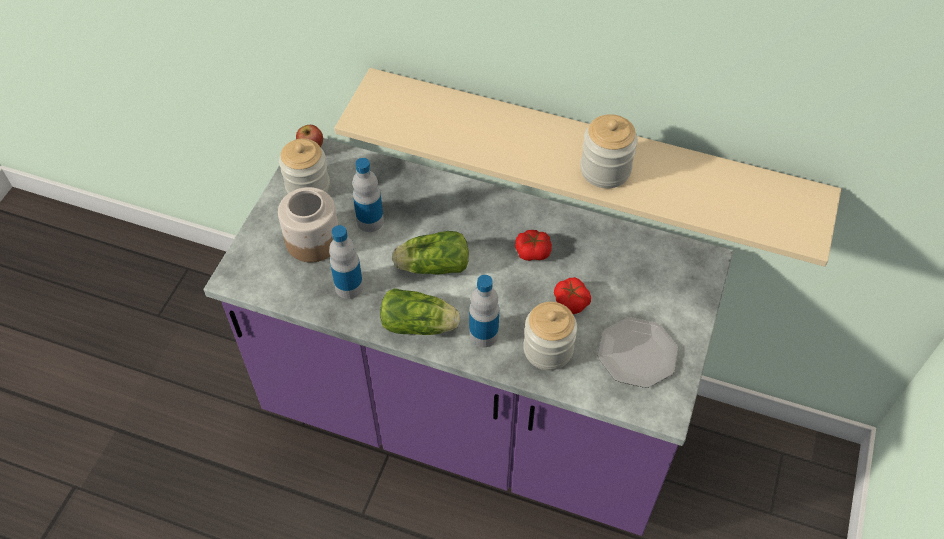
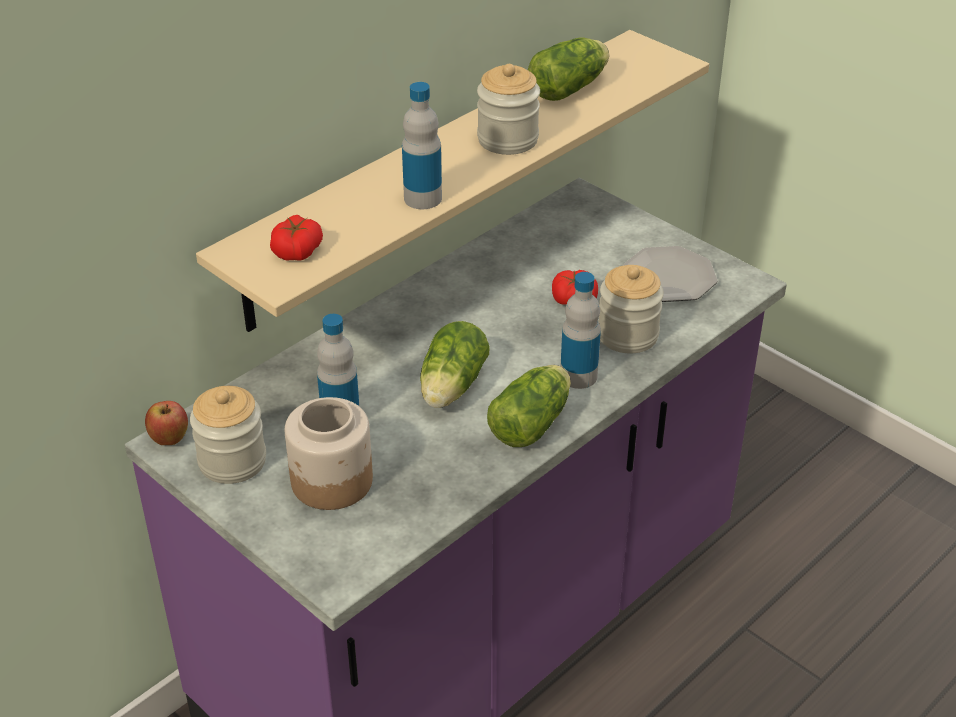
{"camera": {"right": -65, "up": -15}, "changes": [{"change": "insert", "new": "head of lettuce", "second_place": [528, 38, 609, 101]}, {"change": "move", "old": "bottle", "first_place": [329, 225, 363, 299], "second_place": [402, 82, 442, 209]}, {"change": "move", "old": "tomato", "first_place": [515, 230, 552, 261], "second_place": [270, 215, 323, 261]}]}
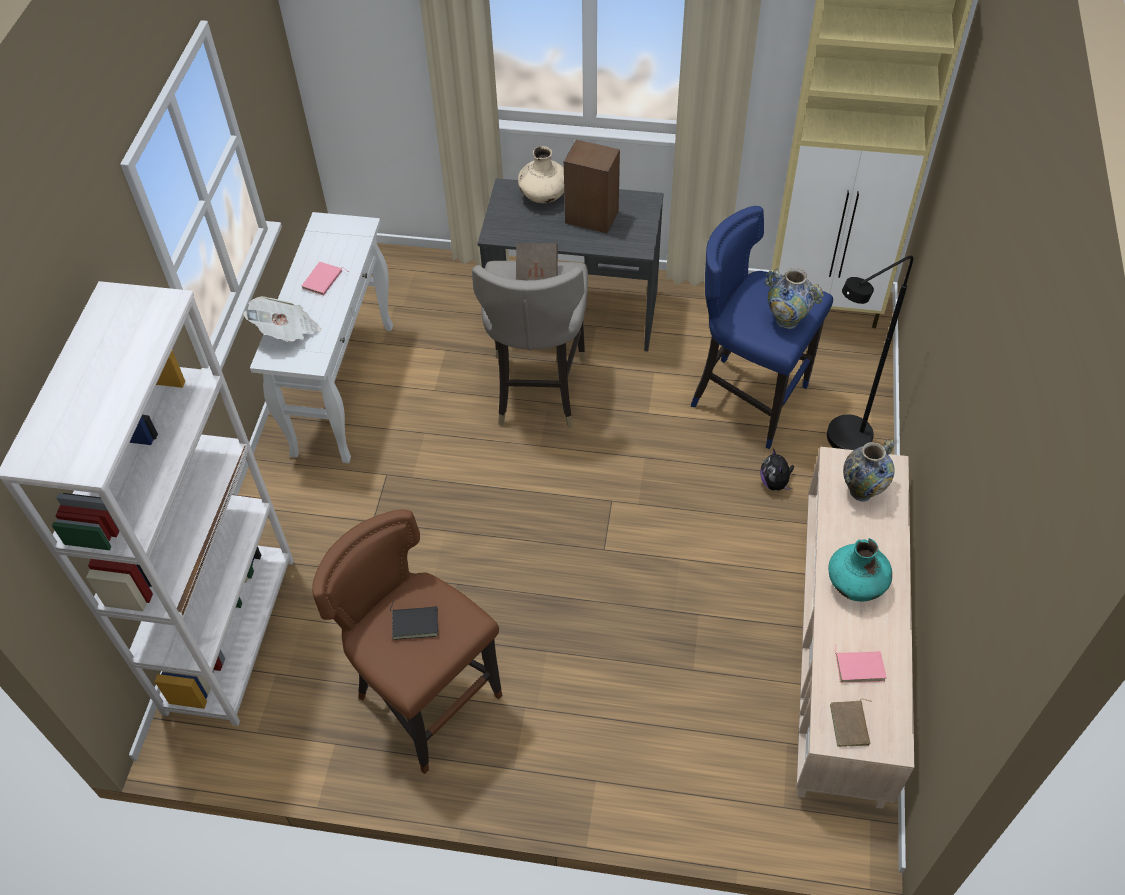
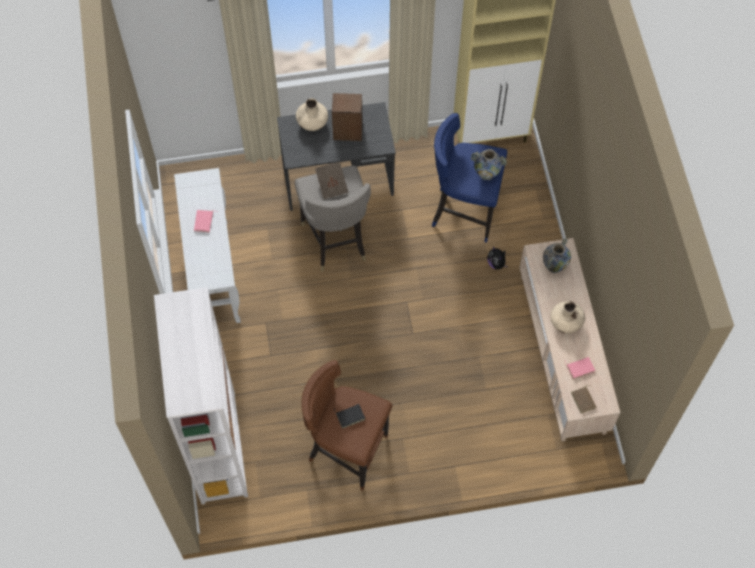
{"camera": {"right": -20, "up": 10}, "changes": [{"change": "delete", "old": "daily paper", "first_place": [243, 296, 322, 342]}, {"change": "delete", "old": "black-coloured floor lamp", "first_place": [827, 256, 913, 450]}, {"change": "recolor", "old": "turquoise vase", "new": "beige vase", "first_place": [828, 538, 892, 601], "second_place": [550, 301, 585, 334]}]}
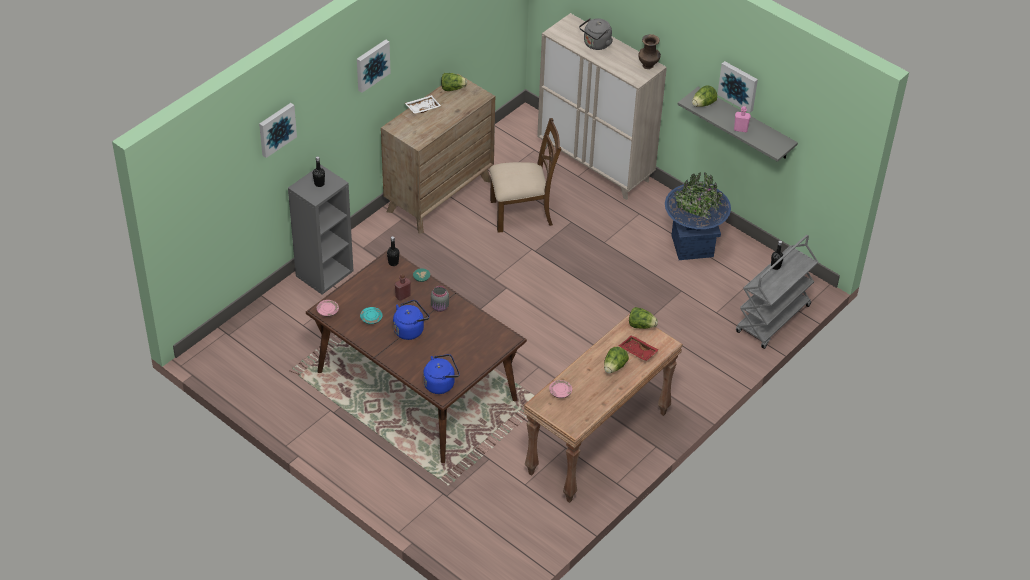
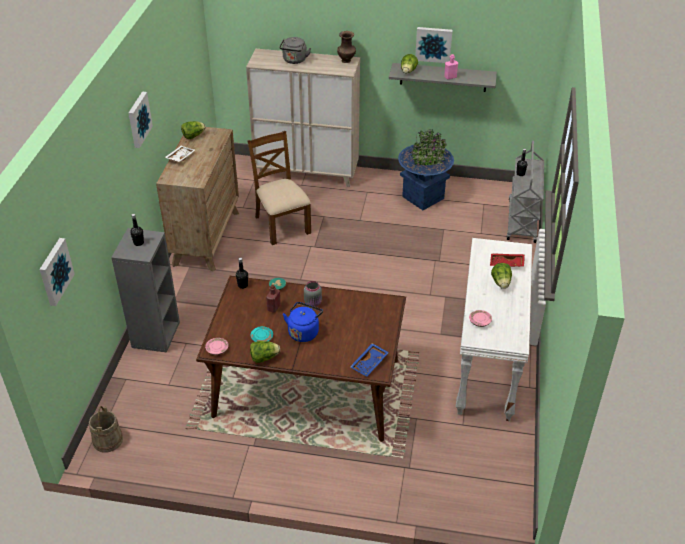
{"camera": {"right": -30, "up": -5}, "changes": [{"change": "insert", "new": "beige bucket", "second_place": [89, 406, 123, 452]}, {"change": "move", "old": "picture", "first_place": [259, 103, 297, 158], "second_place": [39, 238, 75, 306]}, {"change": "move", "old": "head of lettuce", "first_place": [629, 307, 658, 329], "second_place": [250, 341, 280, 363]}, {"change": "replace", "old": "blue-coloured water kettle", "new": "blue-coloured tray", "first_place": [423, 354, 460, 394], "second_place": [350, 343, 389, 377]}, {"change": "recolor", "old": "brown-coloured hall table", "new": "whitish hall table", "first_place": [523, 314, 683, 503], "second_place": [456, 238, 532, 421]}, {"change": "rotate", "old": "brown-coloured upright chair", "first_place": [489, 118, 561, 233], "second_place": [248, 131, 311, 245], "degrees": -75}]}
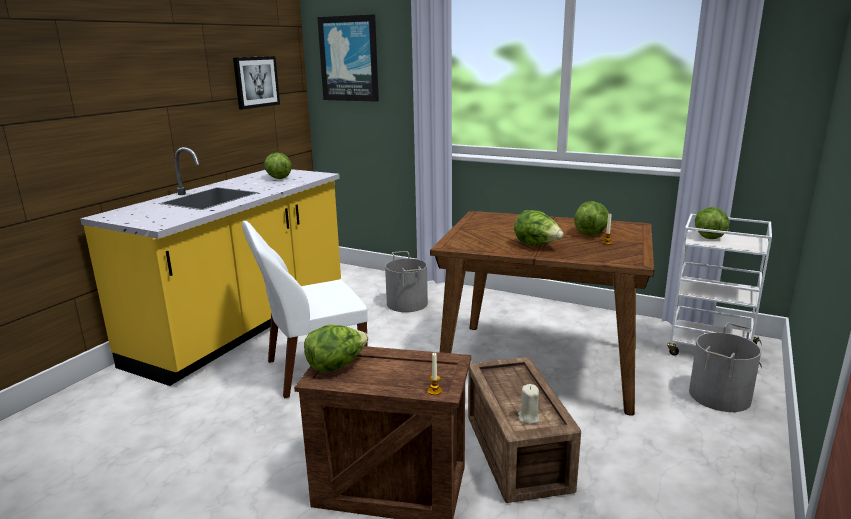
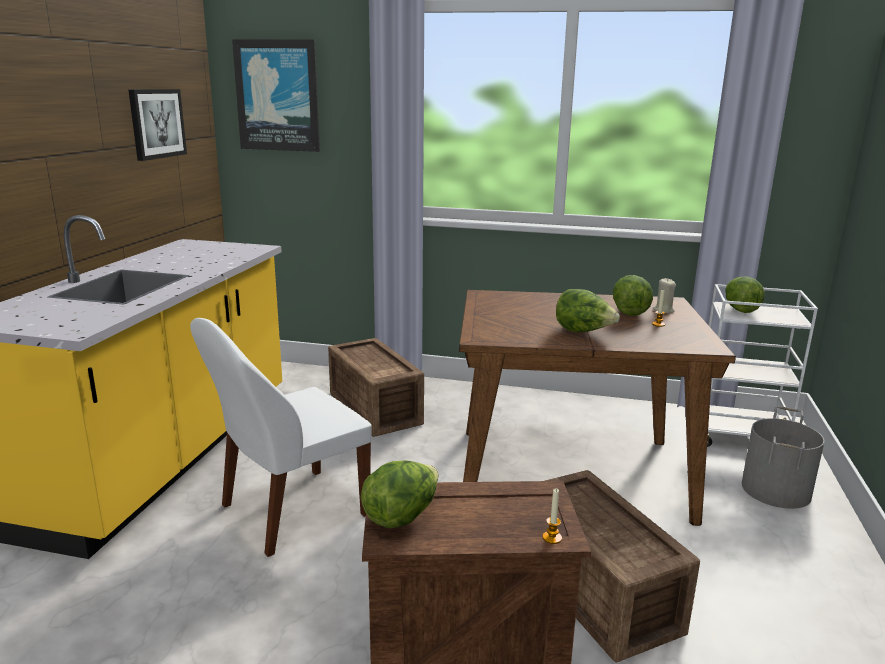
{"camera": {"right": -15, "up": 0}, "changes": [{"change": "delete", "old": "head of lettuce", "first_place": [264, 153, 292, 179]}, {"change": "move", "old": "beige candle", "first_place": [518, 384, 539, 425], "second_place": [652, 278, 676, 314]}, {"change": "replace", "old": "grey bucket", "new": "crate", "first_place": [385, 251, 428, 312], "second_place": [328, 338, 424, 437]}]}
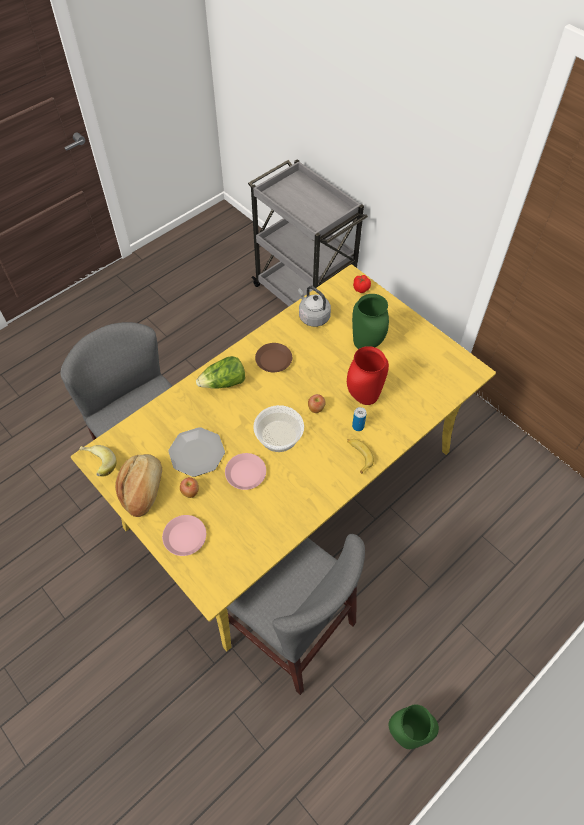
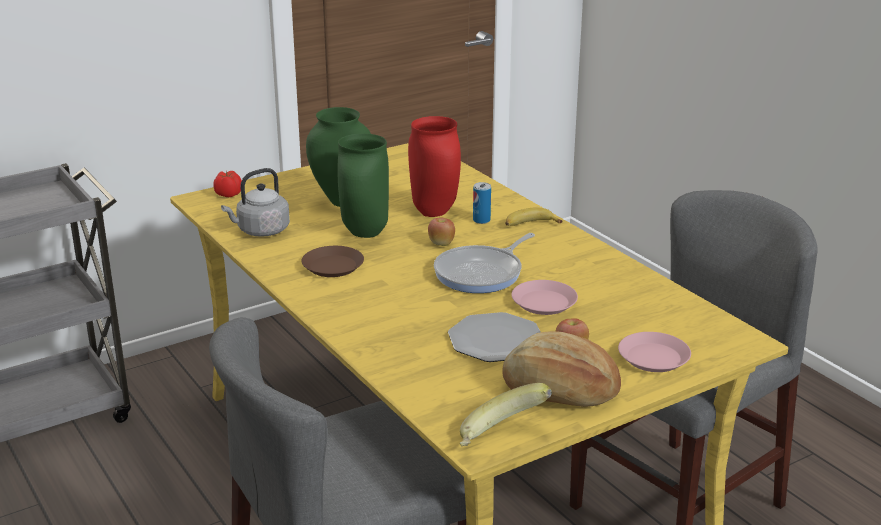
{"camera": {"right": -80, "up": -30}, "changes": [{"change": "delete", "old": "head of lettuce", "first_place": [196, 356, 245, 389]}, {"change": "move", "old": "green vase", "first_place": [389, 705, 439, 749], "second_place": [337, 134, 389, 238]}, {"change": "replace", "old": "bowl", "new": "pan", "first_place": [253, 405, 304, 452], "second_place": [434, 233, 535, 293]}]}
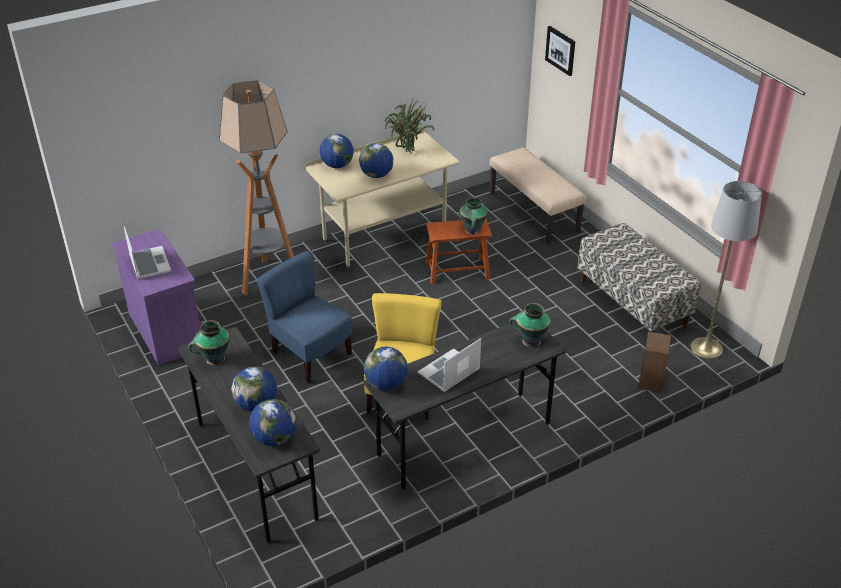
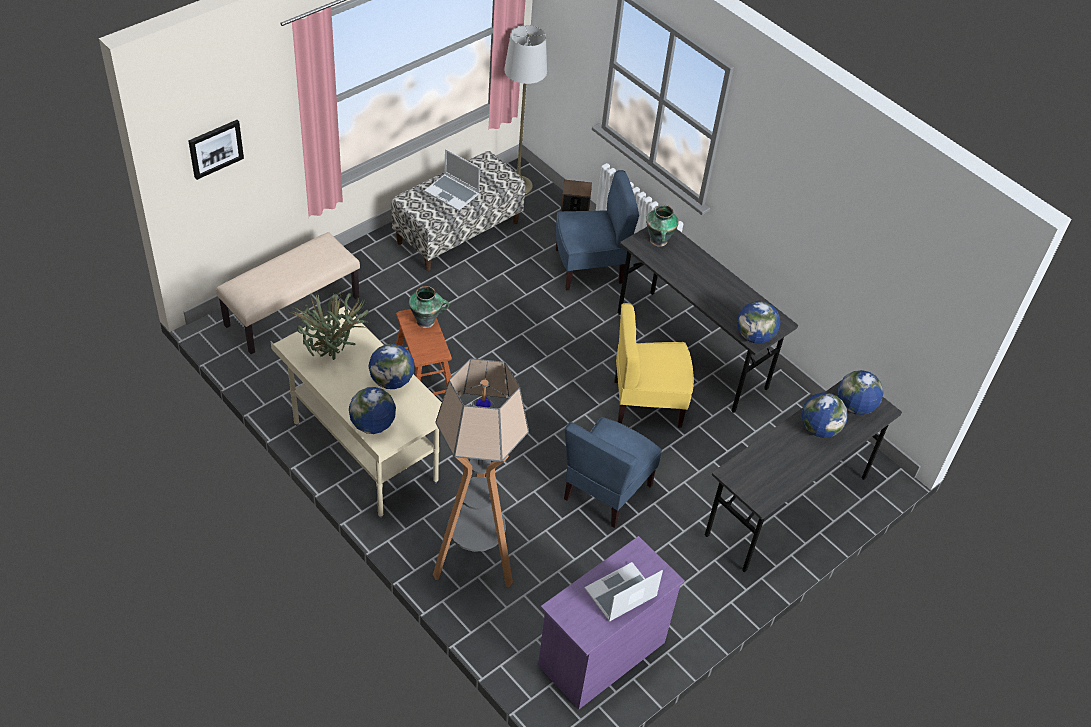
{"camera": {"right": -105, "up": 10}, "changes": [{"change": "delete", "old": "vase", "first_place": [188, 321, 229, 365]}, {"change": "insert", "new": "blue-coloured upright chair", "second_place": [556, 170, 639, 291]}, {"change": "move", "old": "notebook computer", "first_place": [418, 338, 481, 392], "second_place": [424, 149, 480, 211]}]}
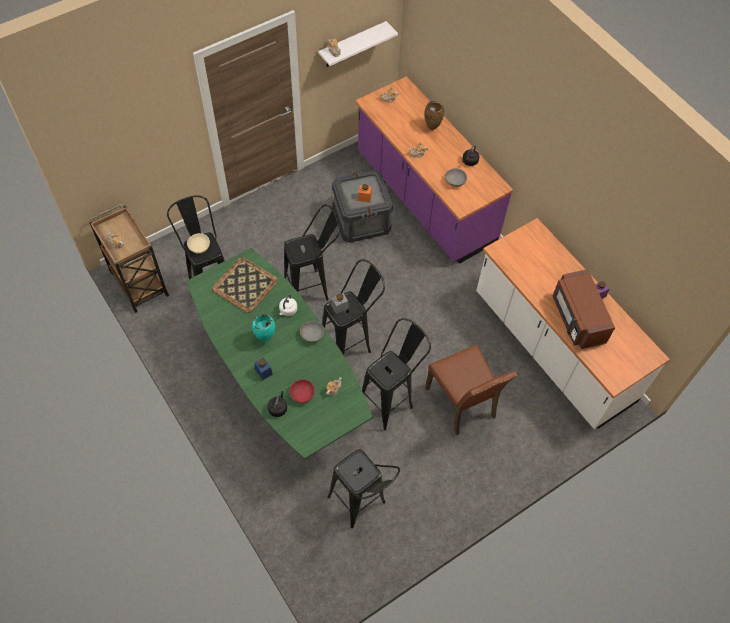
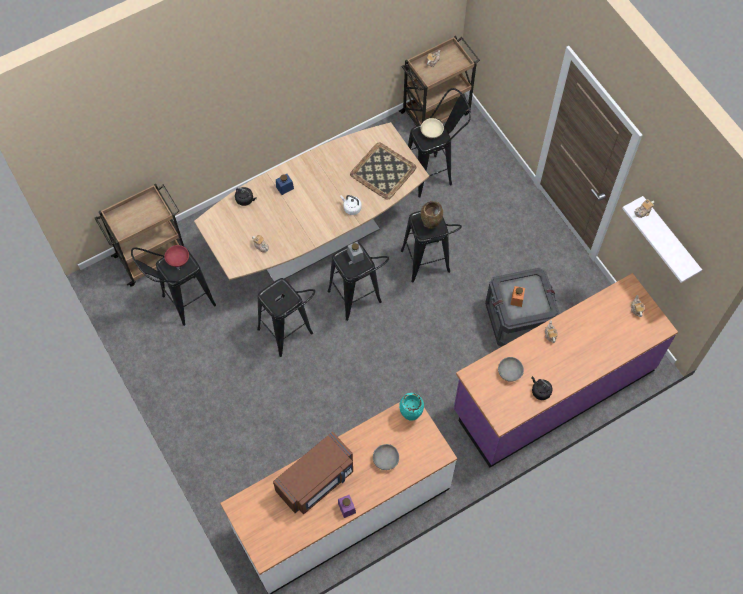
{"camera": {"right": 95, "up": 5}, "changes": [{"change": "delete", "old": "brown-coloured upright chair", "first_place": [425, 344, 517, 435]}, {"change": "insert", "new": "brown-coloured wheeled cart", "second_place": [95, 184, 184, 286]}, {"change": "move", "old": "turquoise vase", "first_place": [252, 314, 275, 342], "second_place": [399, 393, 424, 421]}, {"change": "move", "old": "red-coloured bowl", "first_place": [290, 379, 315, 403], "second_place": [164, 245, 189, 267]}, {"change": "move", "old": "grey bowl", "first_place": [300, 321, 324, 342], "second_place": [373, 444, 399, 470]}, {"change": "move", "old": "brown-coloured vase", "first_place": [424, 101, 444, 130], "second_place": [421, 201, 443, 229]}, {"change": "recolor", "old": "green kitchen table", "new": "brown-coloured kitchen table", "first_place": [187, 248, 373, 459], "second_place": [194, 122, 429, 282]}, {"change": "rotate", "old": "brown-coloured kitchen microwave", "first_place": [553, 269, 615, 349], "second_place": [273, 431, 353, 514], "degrees": 150}]}
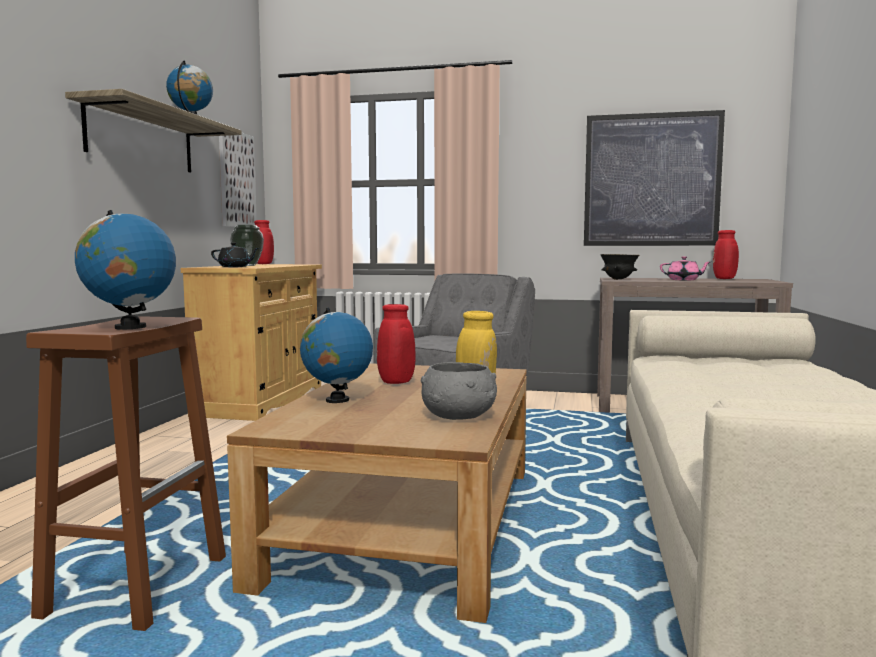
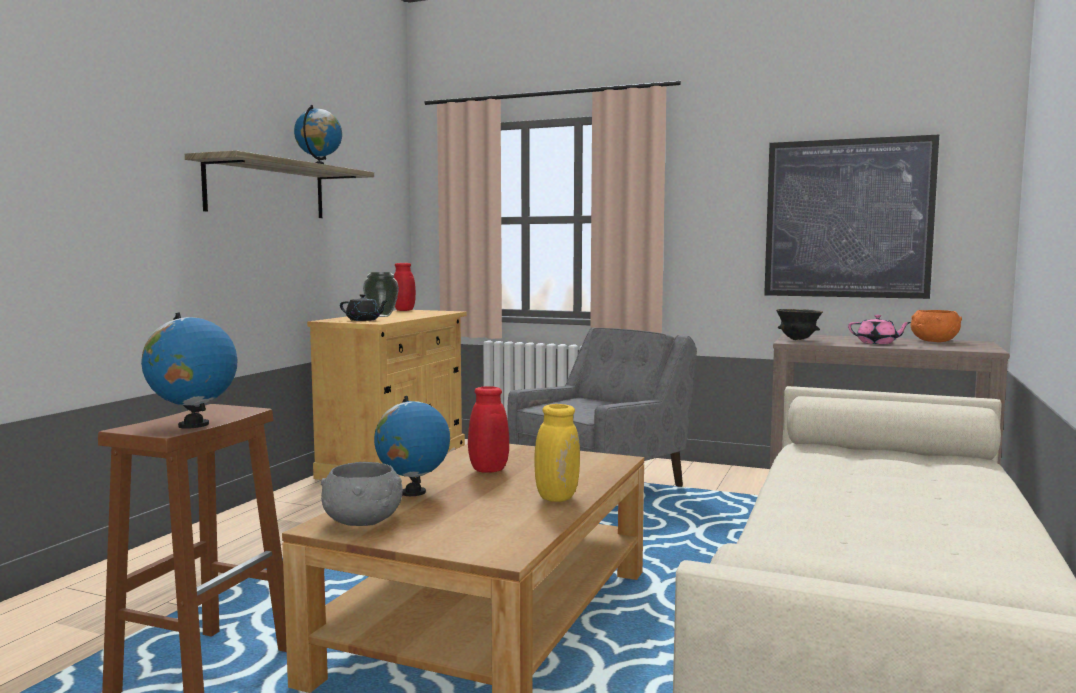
{"camera": {"right": 10, "up": 0}, "changes": [{"change": "delete", "old": "picture", "first_place": [219, 133, 257, 227]}, {"change": "move", "old": "grey bowl", "first_place": [421, 362, 497, 420], "second_place": [321, 462, 403, 526]}, {"change": "replace", "old": "red-coloured vase", "new": "orange bowl", "first_place": [713, 230, 739, 279], "second_place": [910, 310, 962, 342]}]}
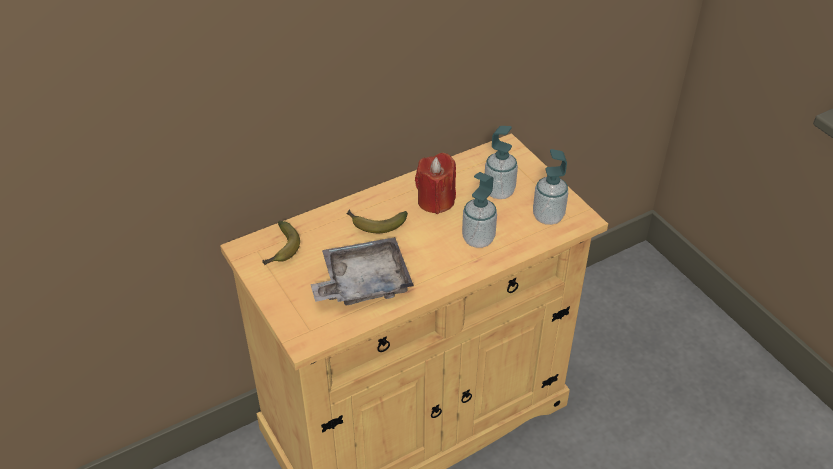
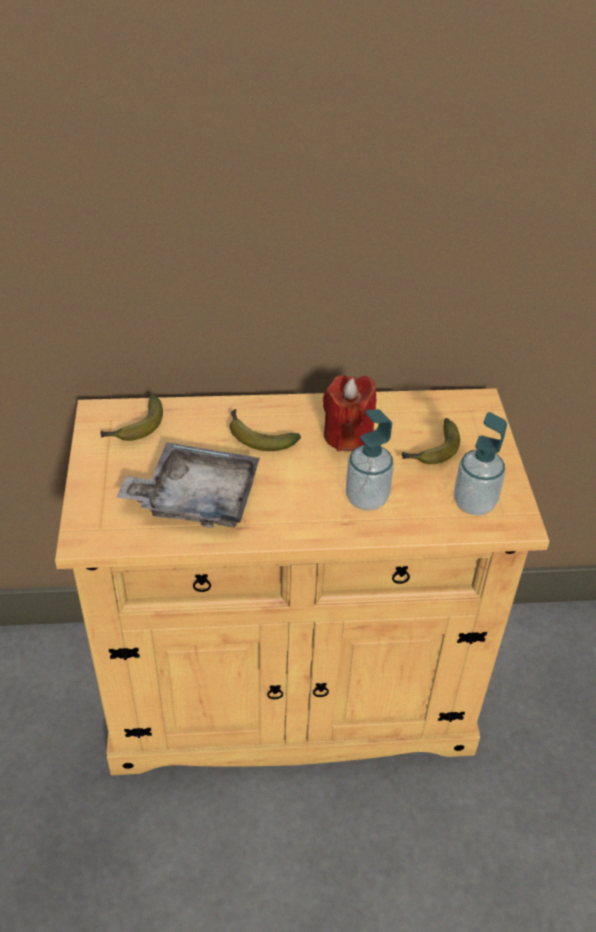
{"camera": {"right": 25, "up": 0}, "changes": [{"change": "replace", "old": "soap dispenser", "new": "banana", "first_place": [485, 126, 518, 199], "second_place": [401, 418, 460, 464]}]}
